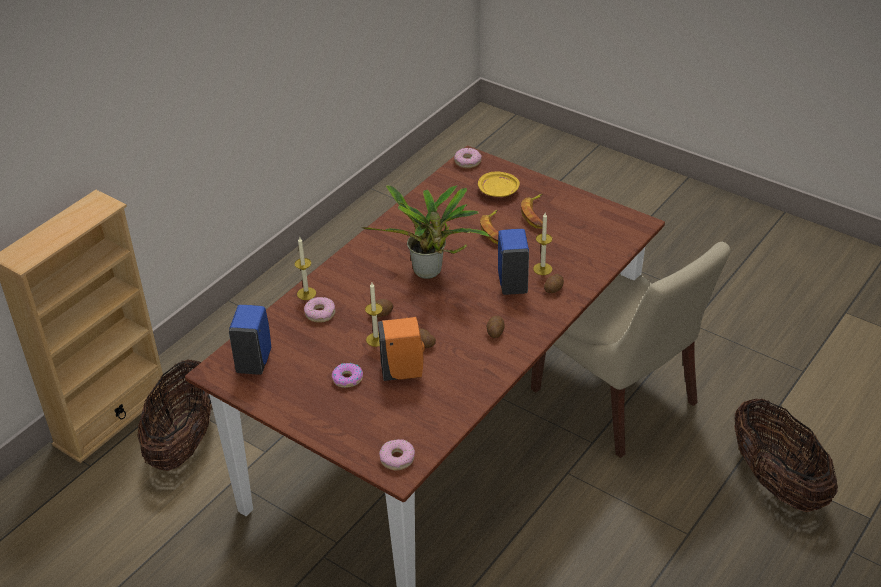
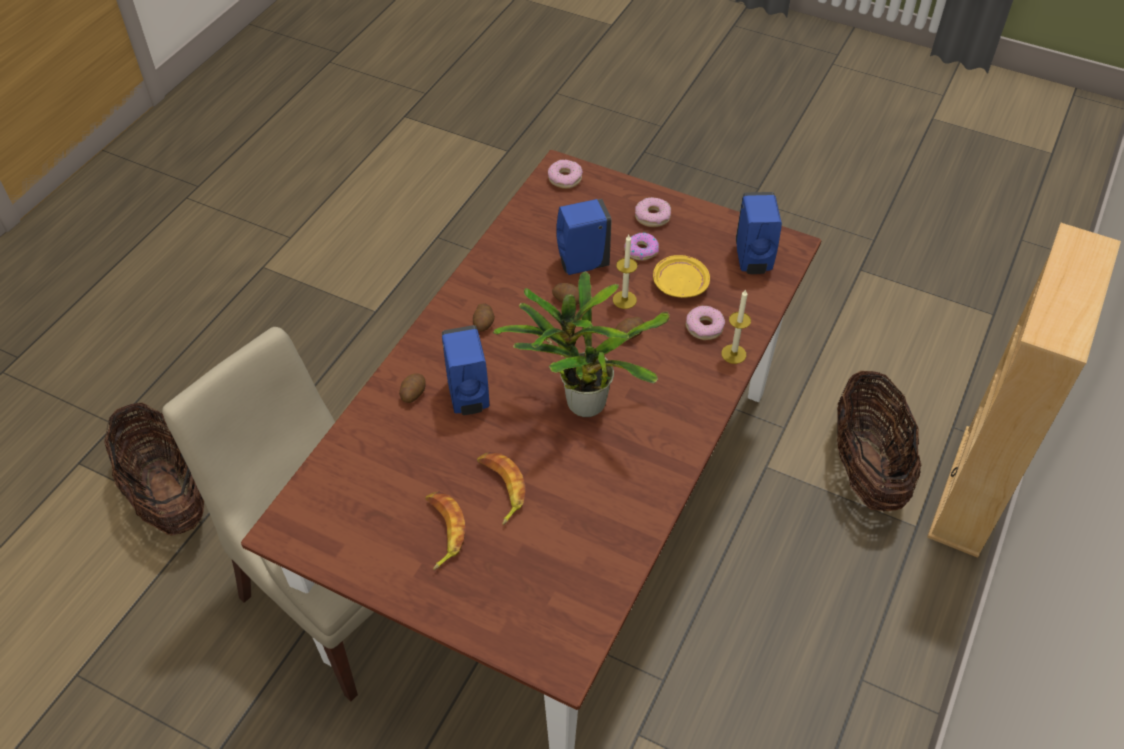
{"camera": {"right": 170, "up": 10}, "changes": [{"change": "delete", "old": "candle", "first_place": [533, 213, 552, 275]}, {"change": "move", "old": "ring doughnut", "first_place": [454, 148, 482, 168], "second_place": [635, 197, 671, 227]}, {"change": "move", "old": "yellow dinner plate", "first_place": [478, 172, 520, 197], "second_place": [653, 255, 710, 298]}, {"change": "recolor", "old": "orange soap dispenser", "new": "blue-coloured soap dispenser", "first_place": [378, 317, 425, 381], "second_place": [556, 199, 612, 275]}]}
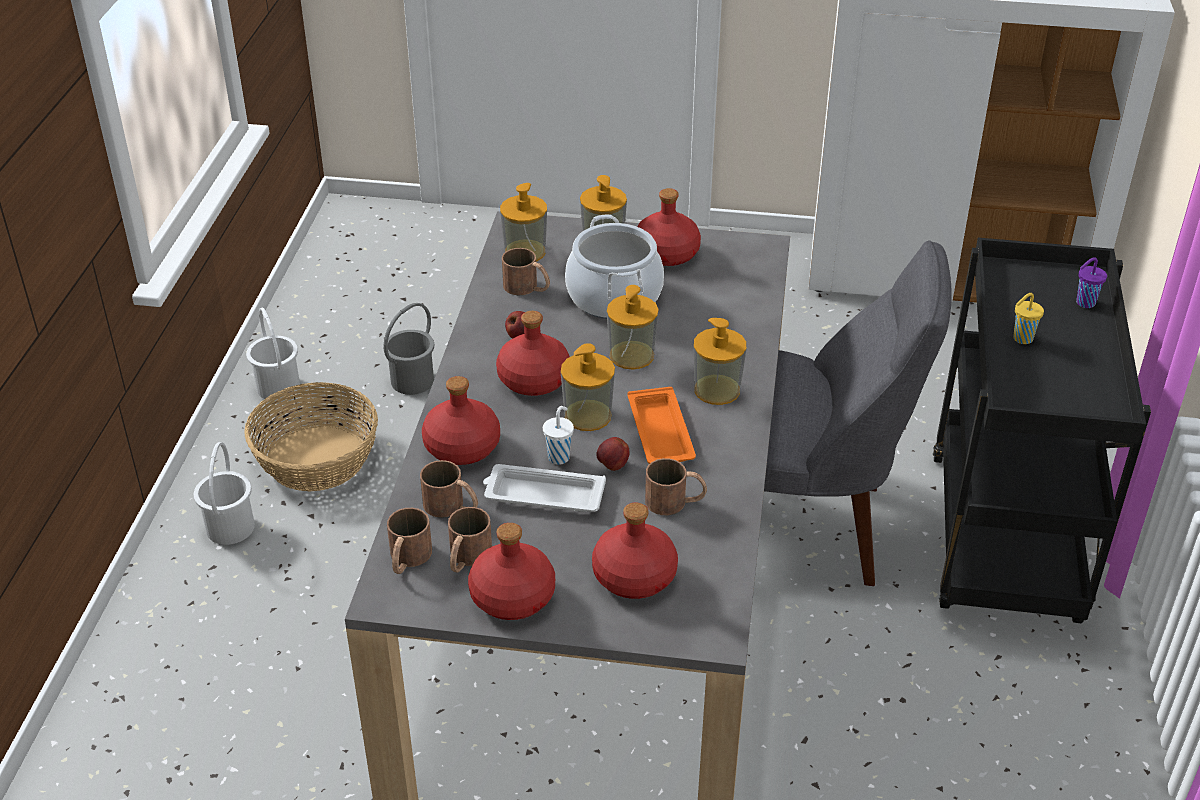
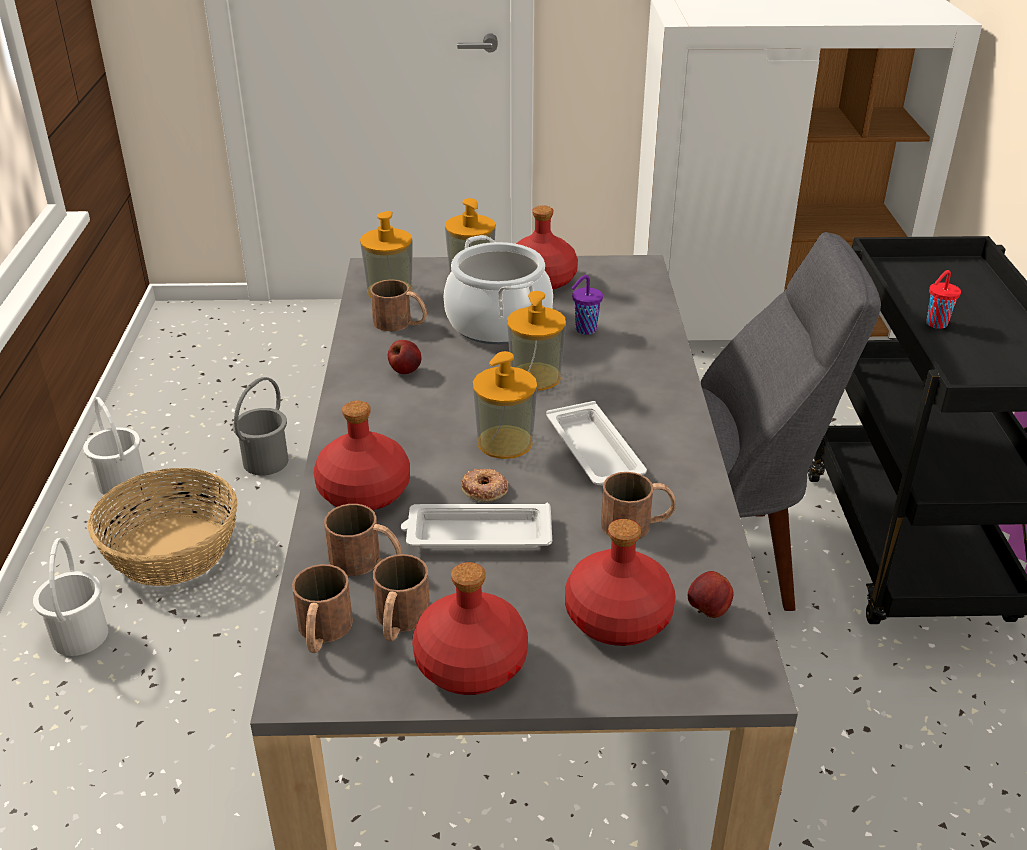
{"camera": {"right": -10, "up": -5}, "changes": [{"change": "delete", "old": "red-coloured bottle", "first_place": [496, 311, 570, 396]}, {"change": "delete", "old": "soap dispenser", "first_place": [694, 318, 746, 405]}, {"change": "move", "old": "apple", "first_place": [596, 437, 630, 471], "second_place": [688, 571, 734, 618]}, {"change": "move", "old": "purple-coloured small cup", "first_place": [1076, 257, 1107, 308], "second_place": [572, 275, 603, 334]}, {"change": "replace", "old": "whitish small cup", "new": "ring doughnut", "first_place": [543, 406, 574, 465], "second_place": [461, 469, 509, 502]}, {"change": "recolor", "old": "orange tray", "new": "whitish tray", "first_place": [628, 387, 696, 464], "second_place": [546, 401, 647, 486]}, {"change": "recolor", "old": "yellow small cup", "new": "red-coloured small cup", "first_place": [1013, 293, 1044, 344], "second_place": [926, 270, 961, 329]}]}
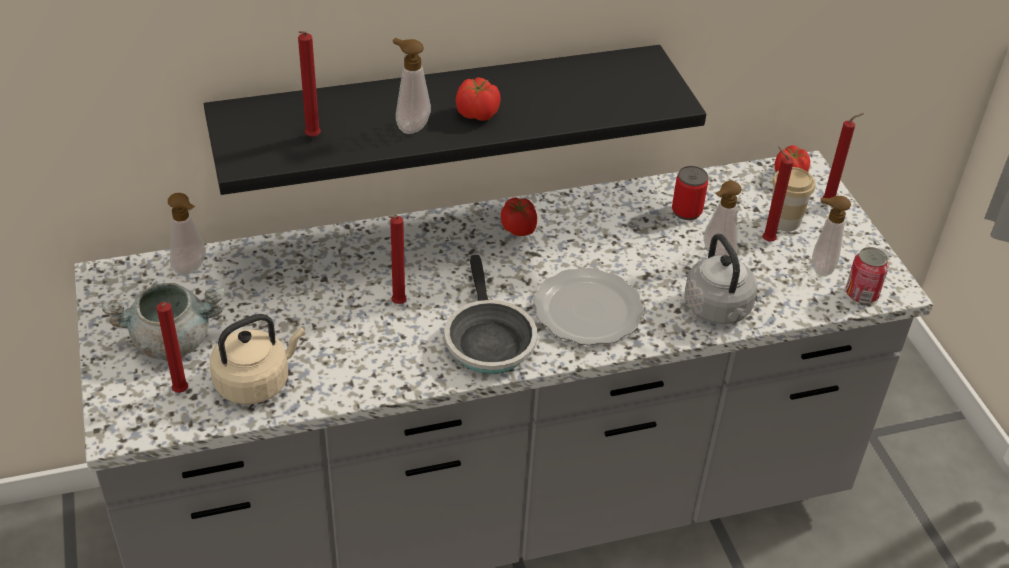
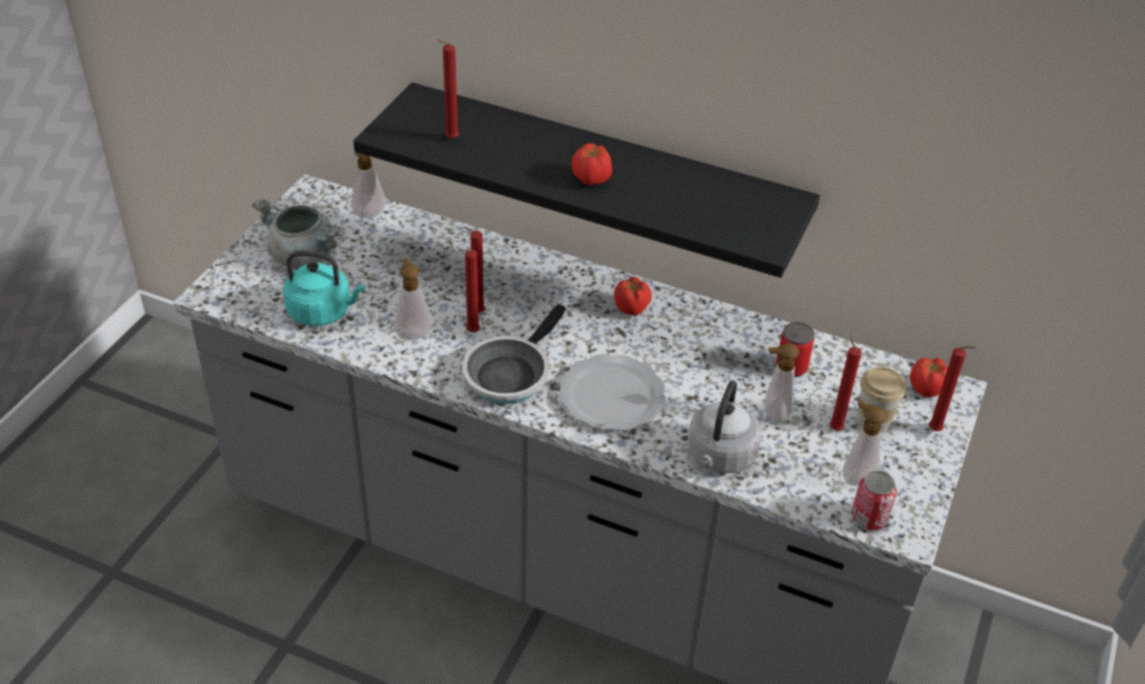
{"camera": {"right": 40, "up": 0}, "changes": [{"change": "move", "old": "red-coloured candle", "first_place": [156, 302, 188, 393], "second_place": [464, 250, 480, 332]}, {"change": "move", "old": "soap dispenser", "first_place": [393, 38, 431, 134], "second_place": [394, 258, 433, 340]}, {"change": "recolor", "old": "beige water kettle", "new": "turquoise water kettle", "first_place": [210, 314, 305, 405], "second_place": [283, 250, 365, 326]}]}
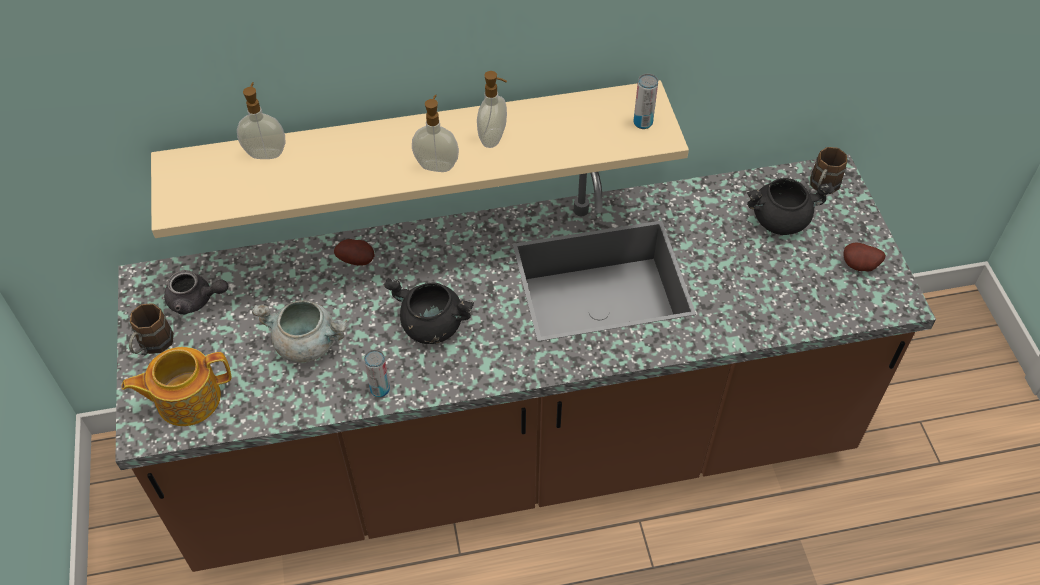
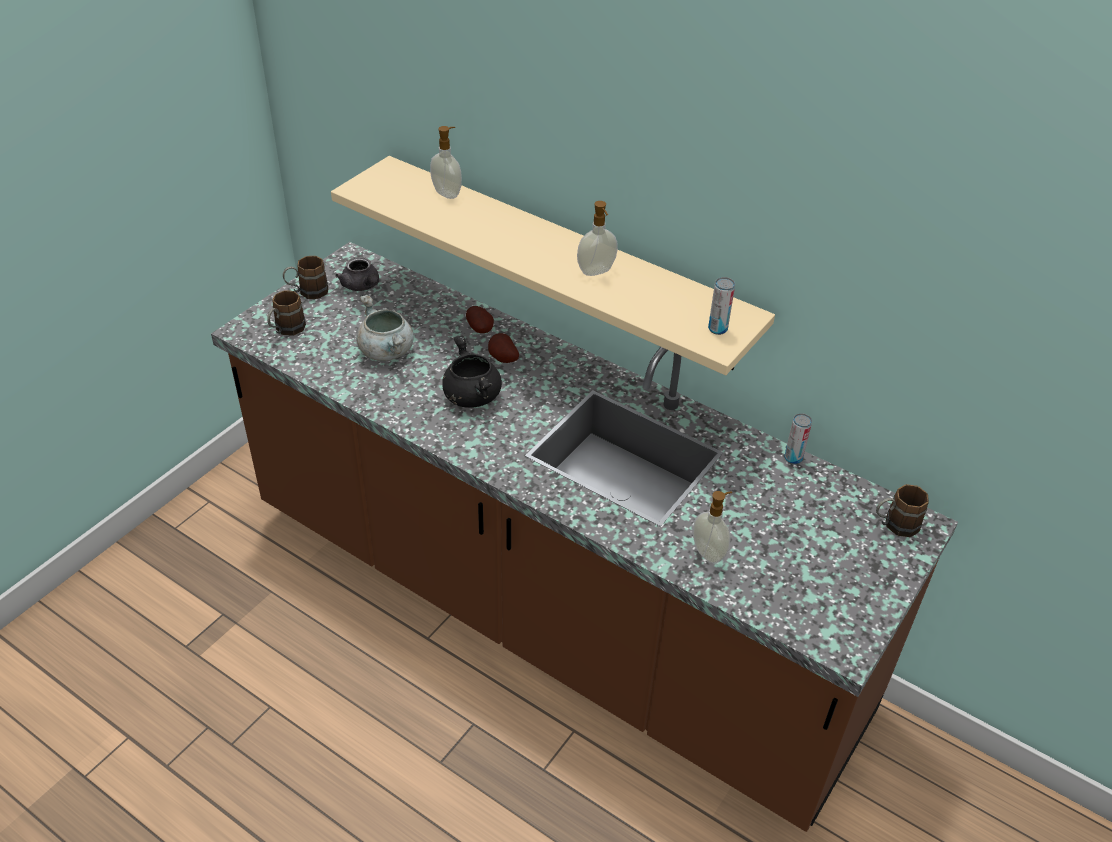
{"camera": {"right": 45, "up": -10}, "changes": [{"change": "delete", "old": "black-coloured saucepot", "first_place": [747, 178, 834, 235]}, {"change": "move", "old": "sealed can", "first_place": [364, 349, 390, 397], "second_place": [785, 413, 812, 464]}, {"change": "move", "old": "soap dispenser", "first_place": [412, 95, 459, 172], "second_place": [693, 491, 732, 563]}, {"change": "move", "old": "potato", "first_place": [843, 243, 886, 271], "second_place": [488, 333, 519, 363]}, {"change": "replace", "old": "tea pot", "new": "brown-coloured coffee mug", "first_place": [122, 347, 231, 426], "second_place": [267, 290, 306, 336]}]}
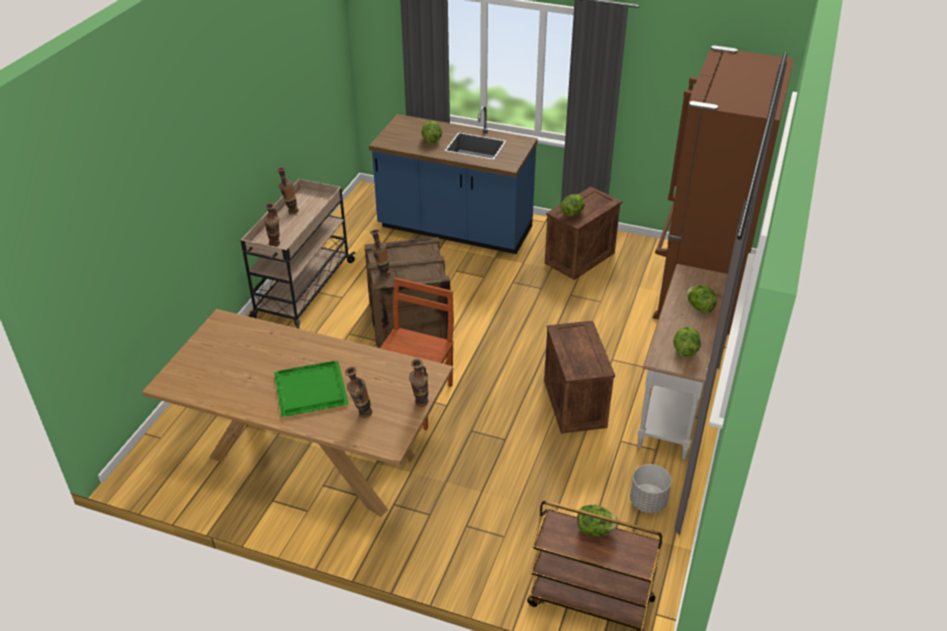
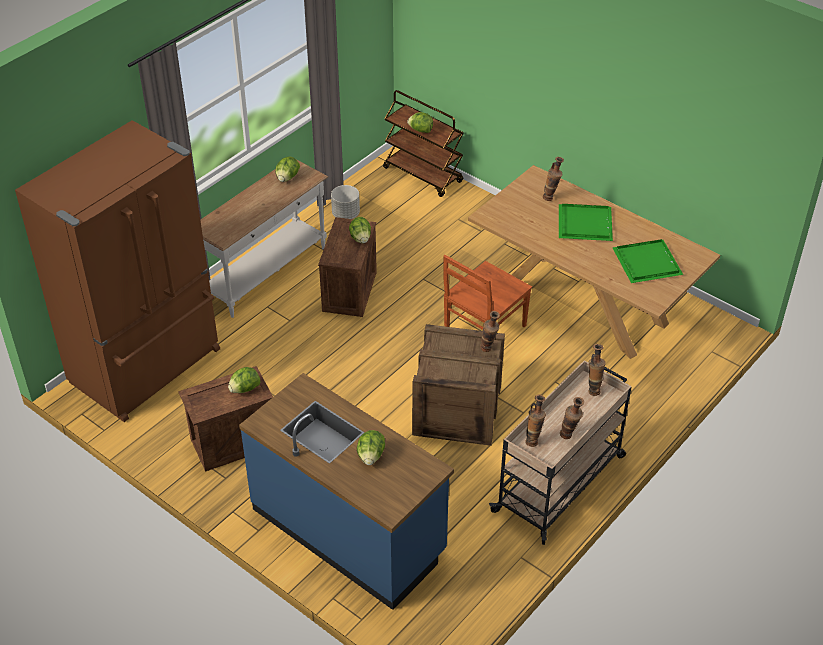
{"camera": {"right": -160, "up": 5}, "changes": [{"change": "insert", "new": "green tray", "second_place": [613, 239, 683, 283]}, {"change": "move", "old": "vase", "first_place": [409, 359, 428, 407], "second_place": [525, 395, 546, 447]}, {"change": "move", "old": "head of lettuce", "first_place": [686, 285, 717, 314], "second_place": [349, 217, 371, 243]}]}
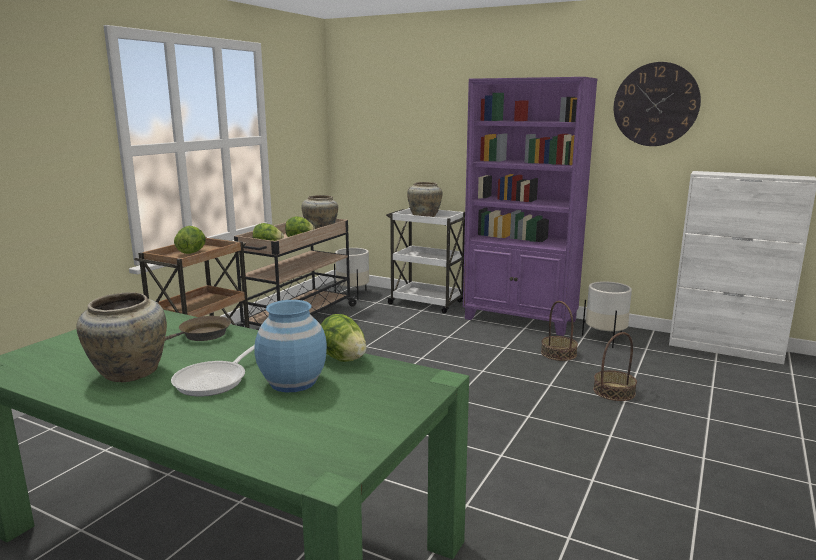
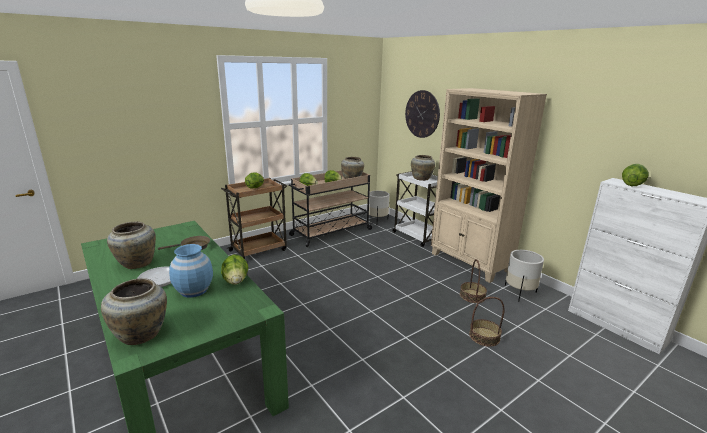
{"camera": {"right": 25, "up": 5}, "changes": [{"change": "insert", "new": "beige vase", "second_place": [101, 278, 167, 345]}, {"change": "insert", "new": "head of lettuce", "second_place": [622, 164, 649, 186]}, {"change": "move", "old": "clock on the wall", "first_place": [614, 62, 701, 146], "second_place": [405, 90, 440, 138]}, {"change": "recolor", "old": "purple-coloured bookcase", "new": "beige bookcase", "first_place": [463, 77, 598, 336], "second_place": [431, 88, 547, 283]}]}
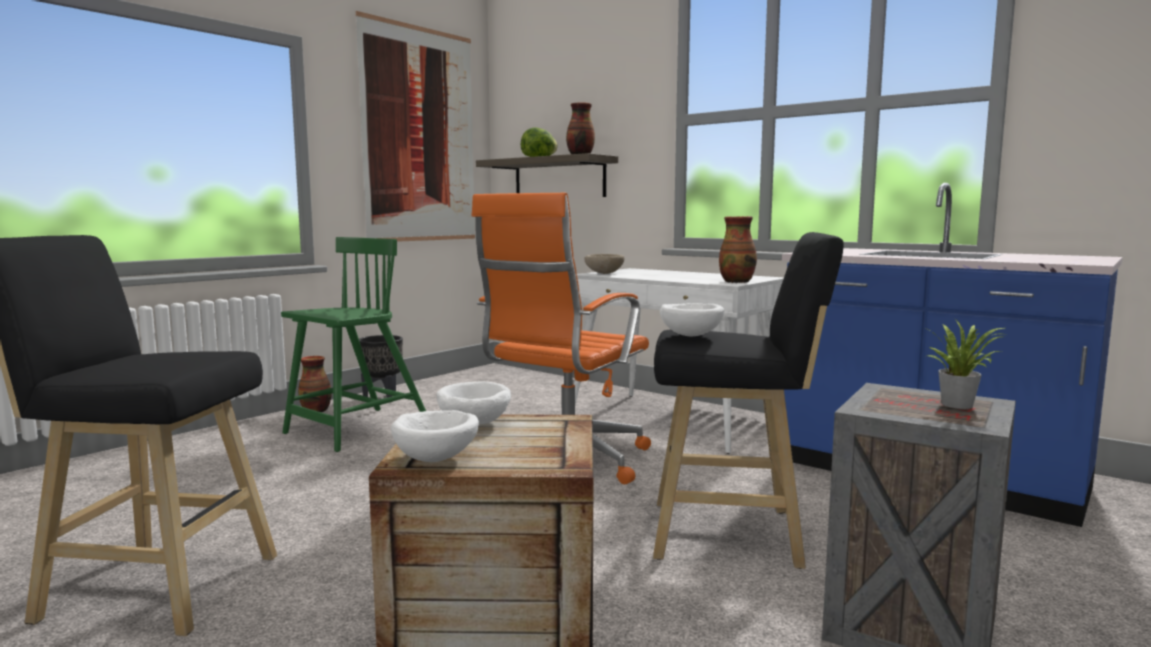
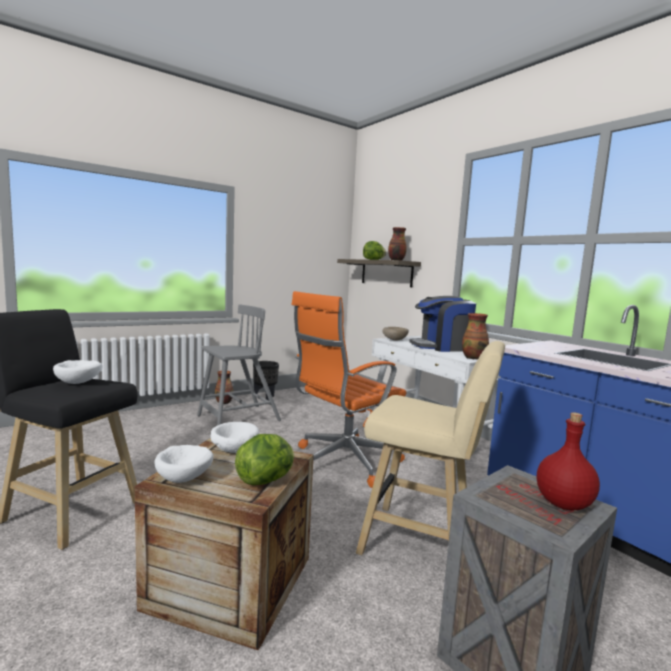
{"camera": {"right": 15, "up": 0}, "changes": [{"change": "delete", "old": "picture", "first_place": [356, 11, 475, 242]}, {"change": "insert", "new": "head of lettuce", "second_place": [235, 434, 294, 485]}, {"change": "insert", "new": "coffee brewer", "second_place": [409, 296, 476, 352]}, {"change": "move", "old": "whitish bowl", "first_place": [660, 303, 724, 336], "second_place": [53, 360, 103, 384]}, {"change": "replace", "old": "plant in a pot", "new": "red-coloured bottle", "first_place": [927, 319, 1004, 409], "second_place": [537, 412, 600, 510]}, {"change": "recolor", "old": "green upright chair", "new": "grey upright chair", "first_place": [281, 237, 426, 452], "second_place": [197, 304, 281, 426]}, {"change": "recolor", "old": "black-coloured sitting stool", "new": "beige sitting stool", "first_place": [653, 232, 844, 569], "second_place": [356, 341, 505, 555]}]}
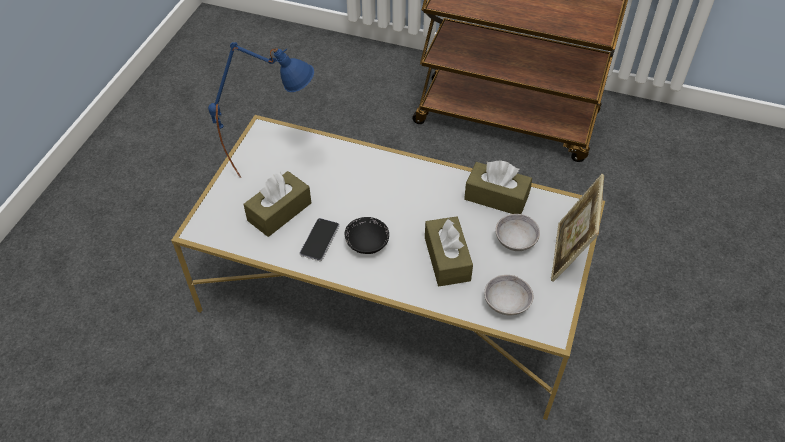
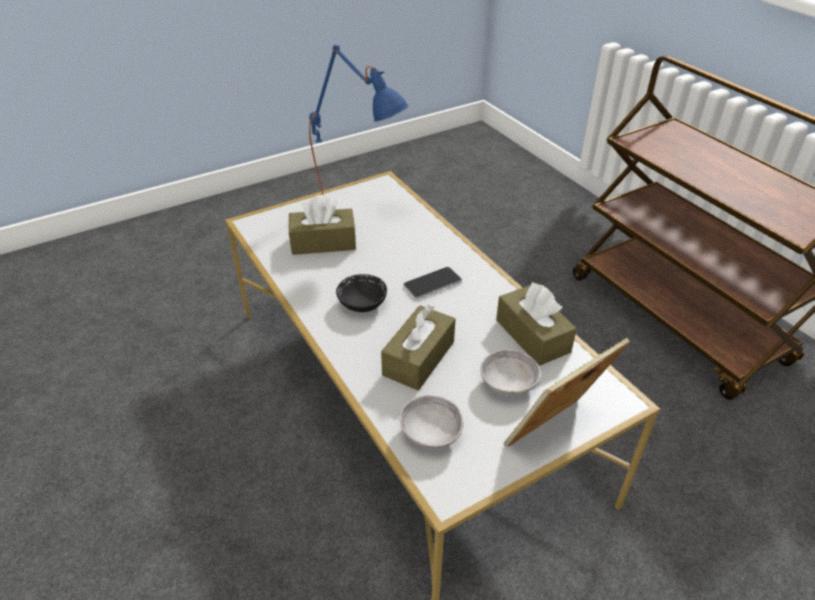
{"camera": {"right": 40, "up": -10}, "changes": [{"change": "move", "old": "telephone", "first_place": [300, 218, 339, 261], "second_place": [403, 267, 462, 299]}]}
